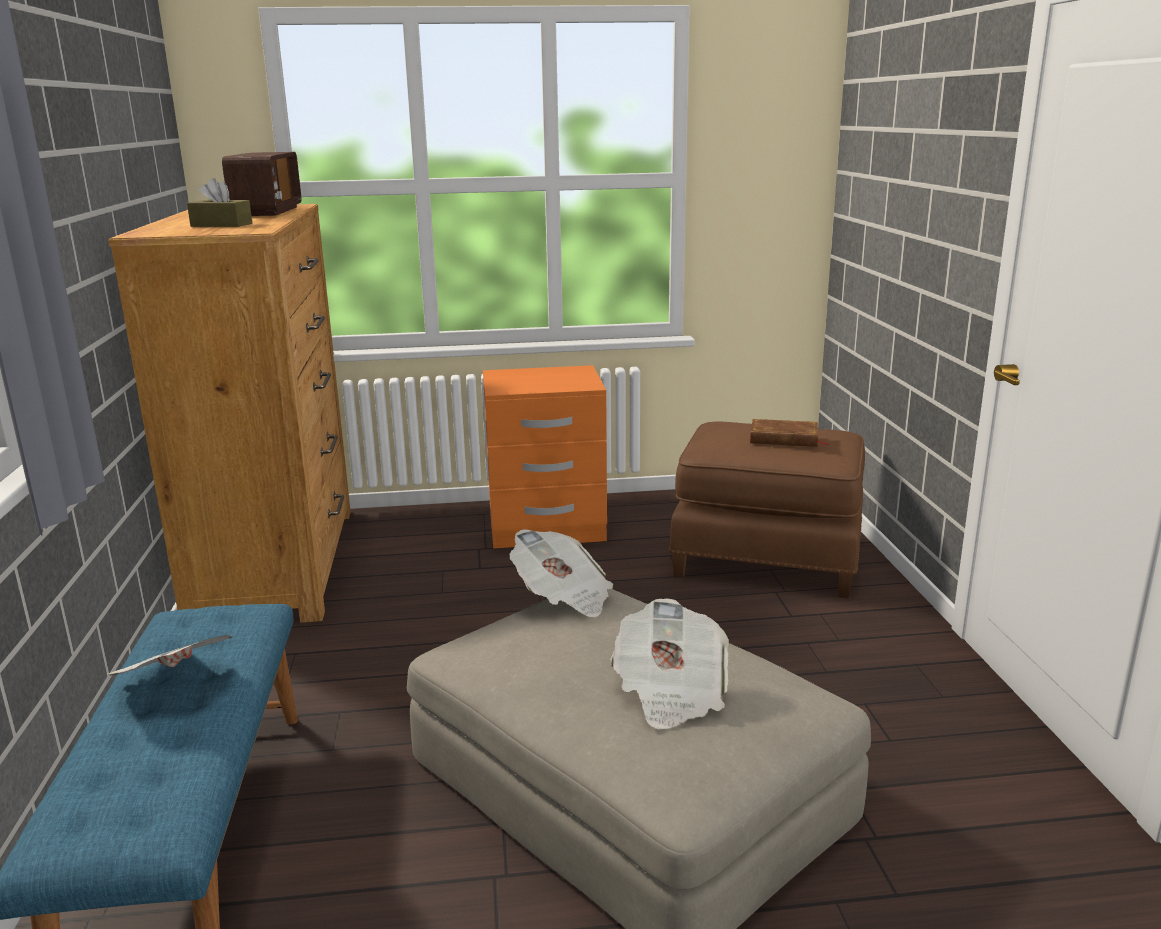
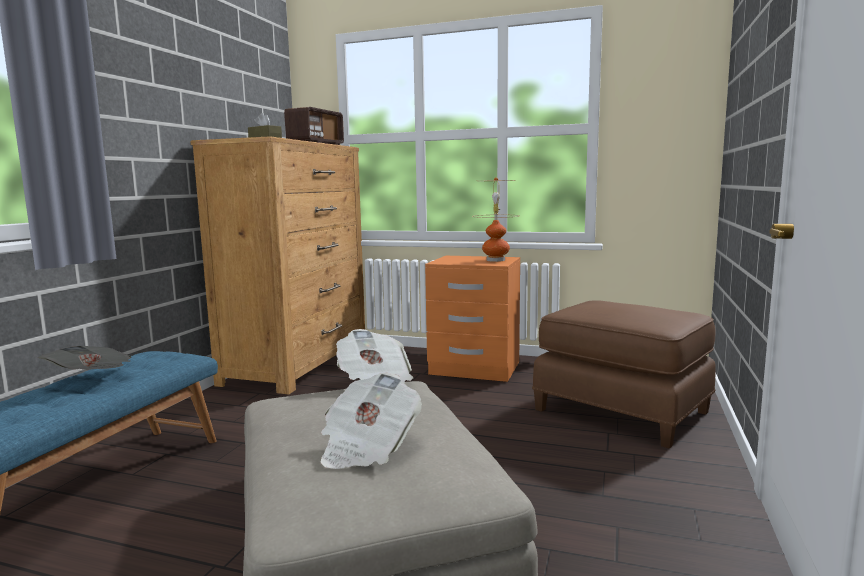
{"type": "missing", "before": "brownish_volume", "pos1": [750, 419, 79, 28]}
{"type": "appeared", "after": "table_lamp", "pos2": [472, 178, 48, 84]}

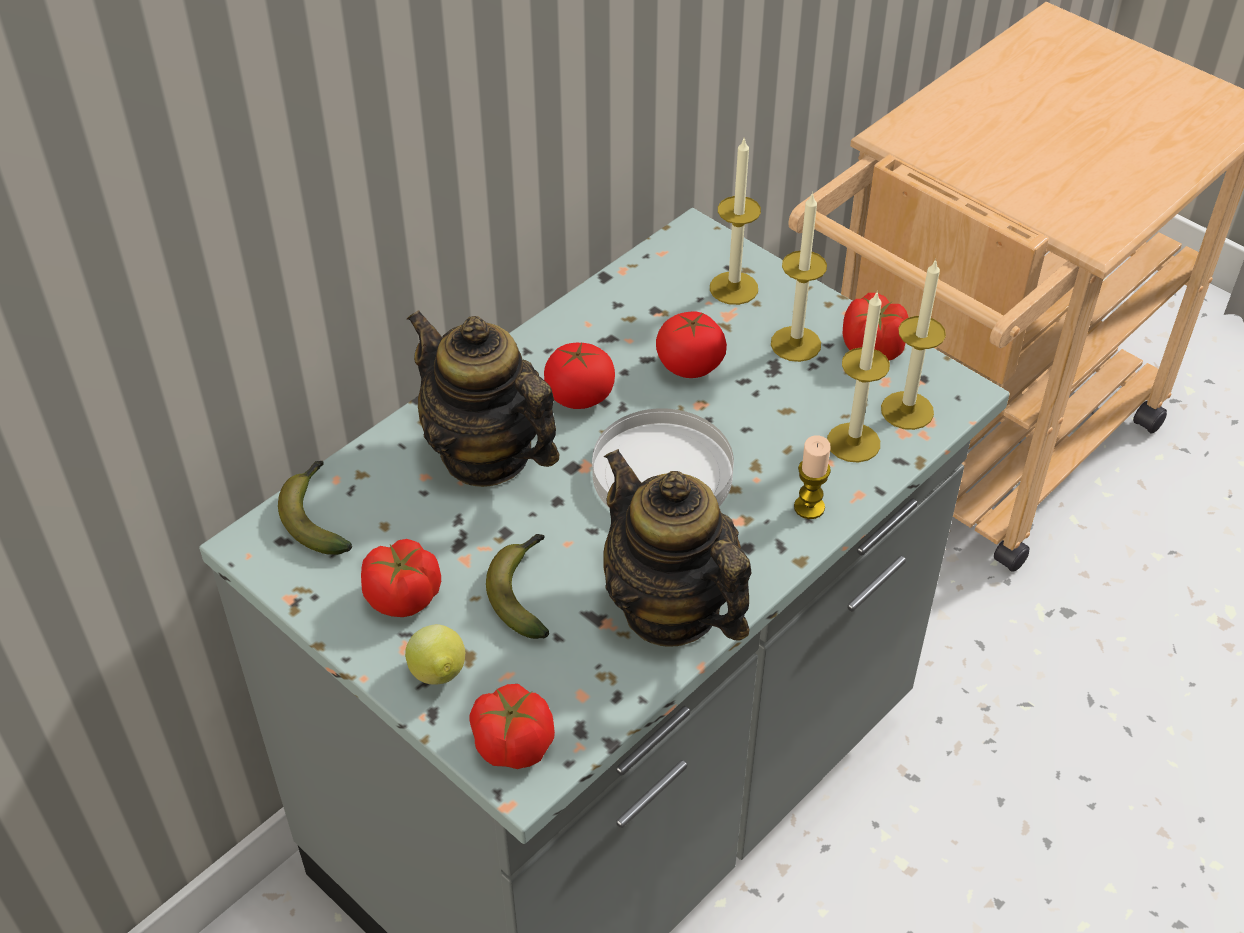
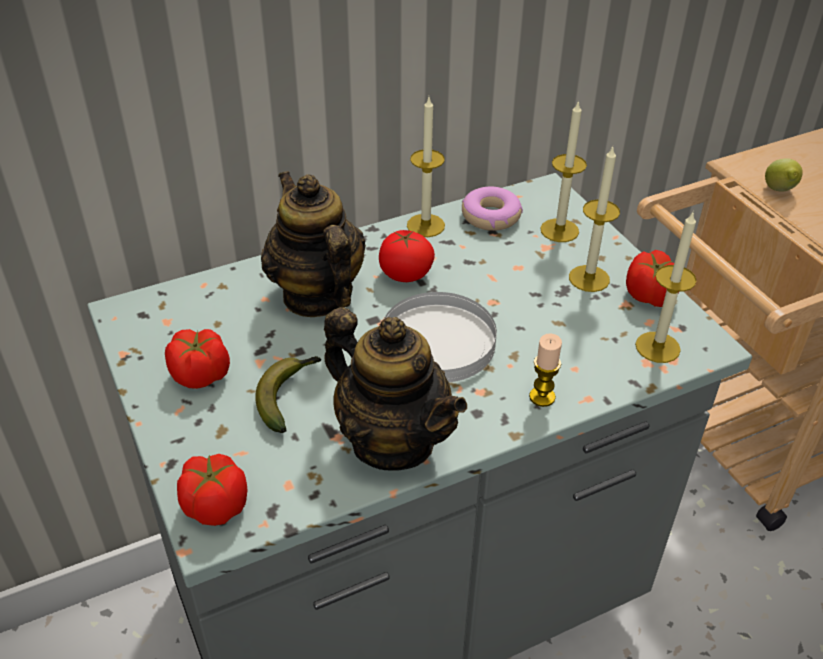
{"type": "missing", "before": "whole_banana", "pos1": [278, 461, 74, 94]}
{"type": "missing", "before": "whole_tomato", "pos1": [656, 312, 71, 66]}
{"type": "appeared", "after": "ring_doughnut", "pos2": [462, 187, 61, 44]}
{"type": "relocated", "before": "lemon", "pos1": [405, 624, 60, 61], "pos2": [765, 158, 38, 34]}
{"type": "relocated", "before": "candle", "pos1": [827, 293, 63, 170], "pos2": [407, 97, 38, 140]}
{"type": "spun", "before": "teapot", "pos1": [603, 449, 148, 198], "pos2": [324, 307, 143, 163], "turn": 150}

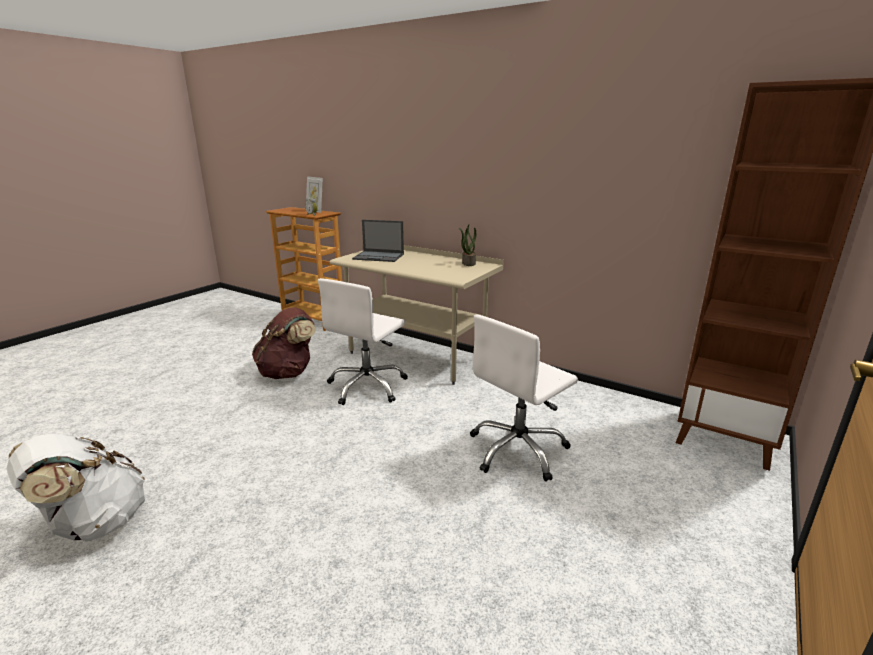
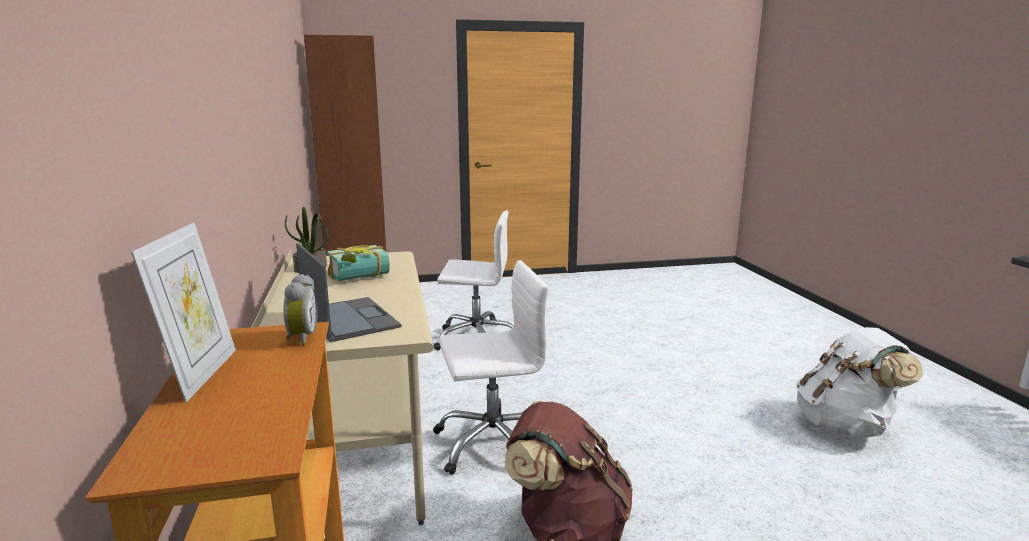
{"type": "appeared", "after": "volume", "pos2": [327, 245, 63, 36]}

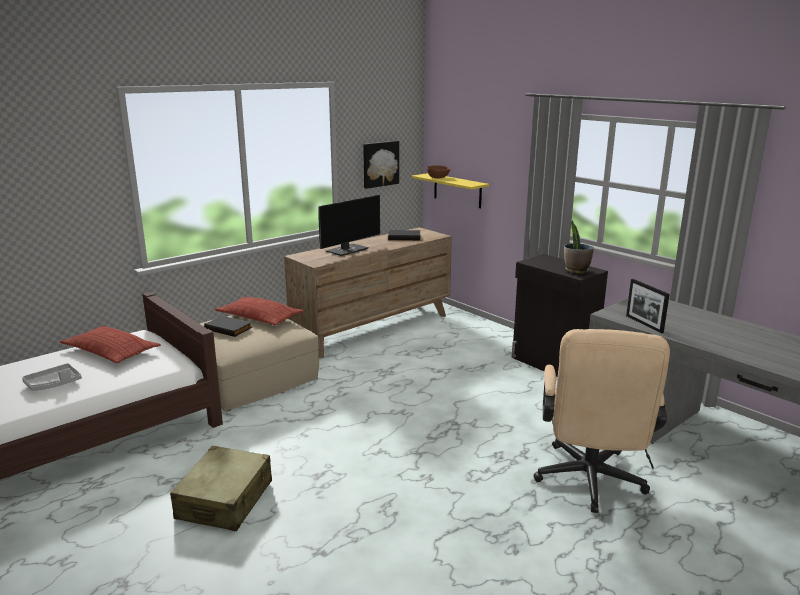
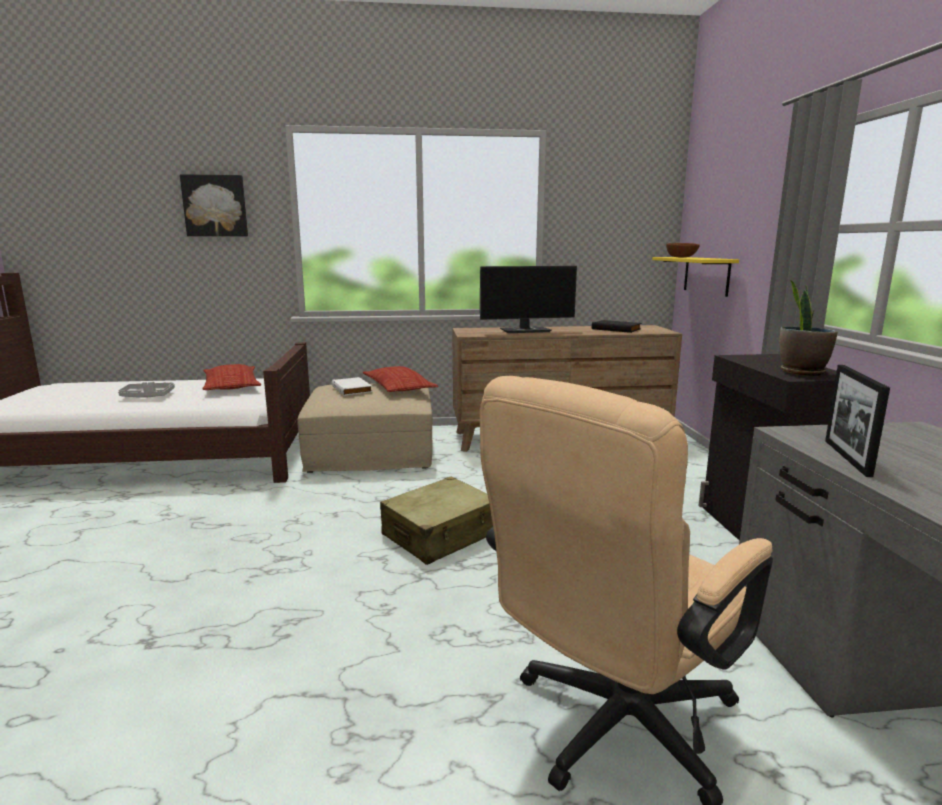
{"type": "relocated", "before": "sand-coloured_suitcase", "pos1": [170, 446, 102, 85], "pos2": [380, 477, 113, 88]}
{"type": "relocated", "before": "wall_picture", "pos1": [363, 141, 36, 48], "pos2": [180, 174, 68, 62]}
{"type": "colour", "before": "blackish_volume", "after": "white-coloured_volume", "pos1": [204, 316, 48, 21], "pos2": [332, 377, 40, 19]}

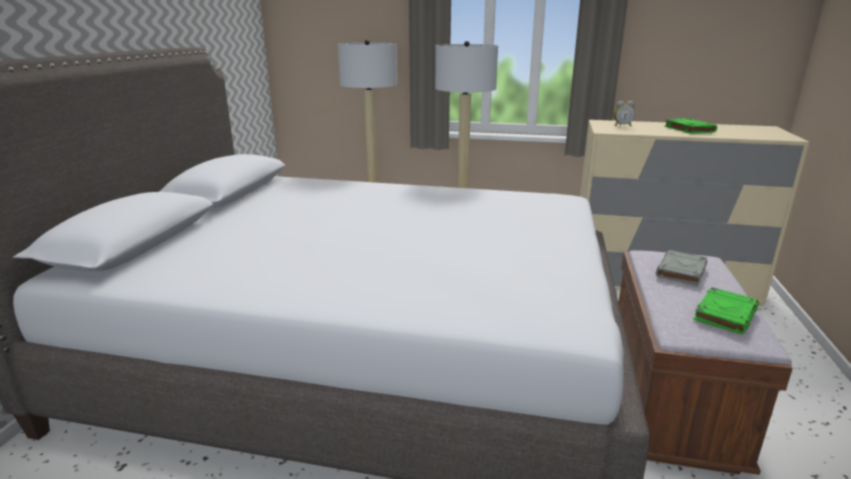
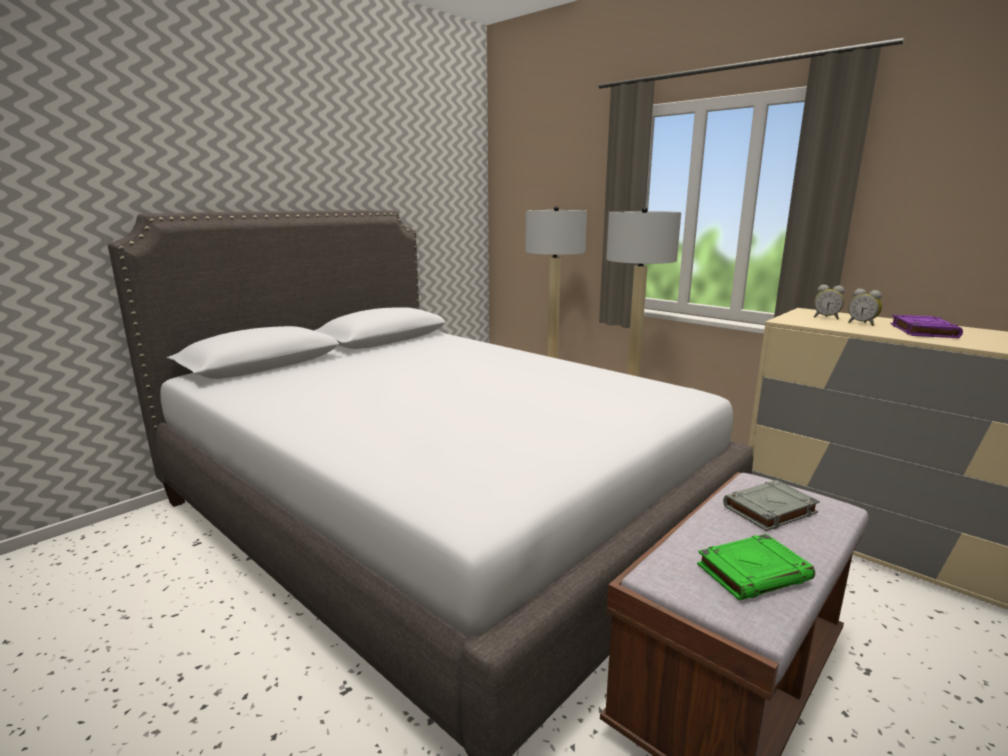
{"type": "appeared", "after": "alarm_clock", "pos2": [848, 289, 34, 37]}
{"type": "colour", "before": "greenish_volume", "after": "purplish_volume", "pos1": [664, 118, 53, 16], "pos2": [890, 314, 73, 24]}

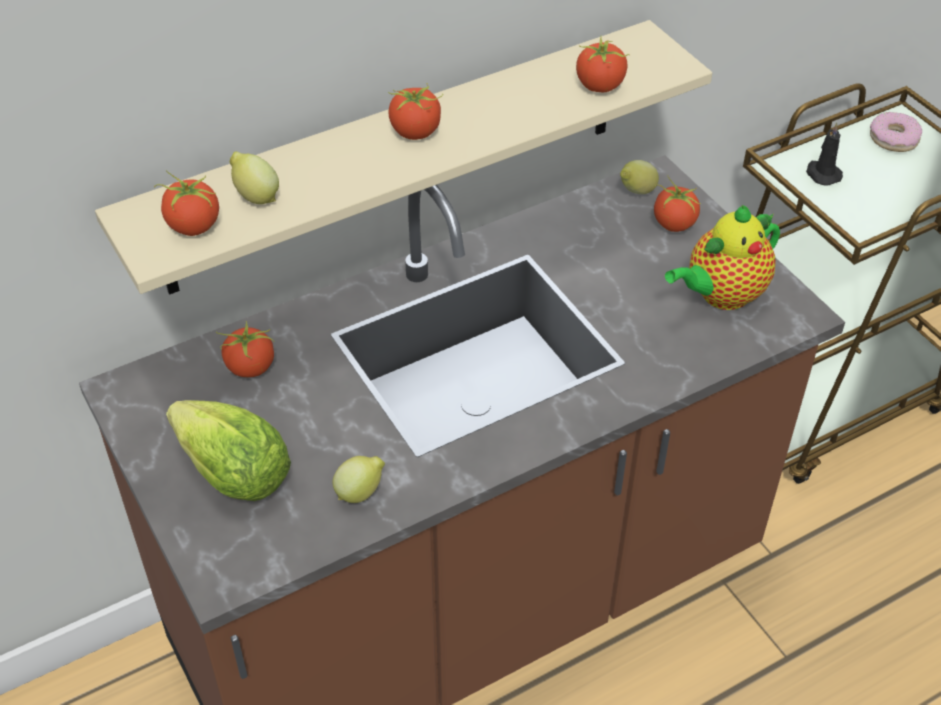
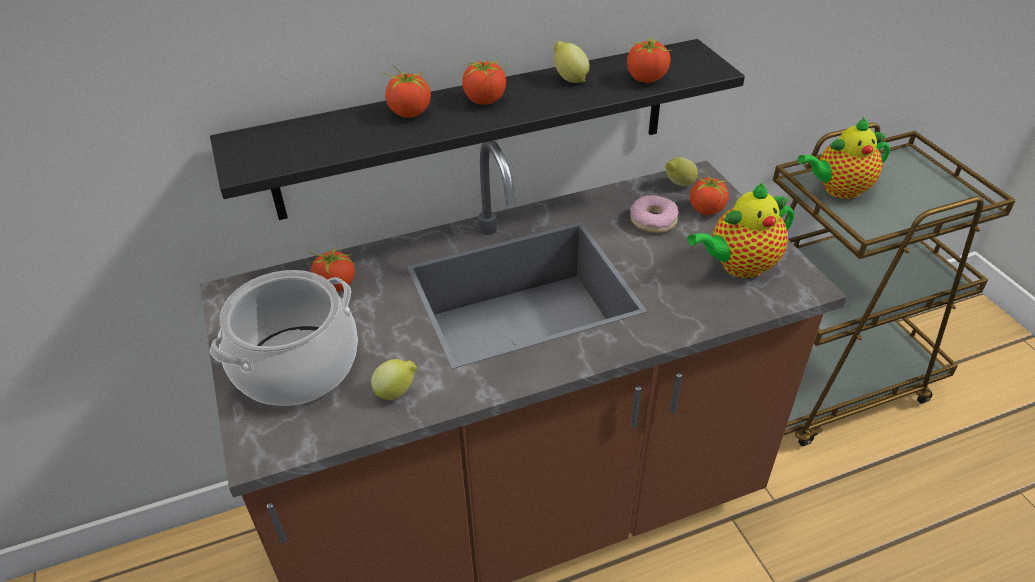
{"type": "relocated", "before": "whole_tomato", "pos1": [154, 170, 65, 66], "pos2": [381, 65, 50, 53]}
{"type": "relocated", "before": "lemon", "pos1": [230, 152, 49, 52], "pos2": [554, 41, 36, 42]}
{"type": "relocated", "before": "ring_doughnut", "pos1": [870, 112, 52, 40], "pos2": [630, 195, 48, 38]}
{"type": "exchanged", "before": "lettuce_head", "after": "cooking_pot", "pos1": [166, 400, 125, 101], "pos2": [210, 270, 148, 136]}
{"type": "exchanged", "before": "blackish_candle", "after": "teapot", "pos1": [806, 122, 37, 64], "pos2": [797, 118, 93, 81]}
{"type": "colour", "before": "sand-coloured_shelf", "after": "blackish_shelf", "pos1": [95, 20, 617, 275], "pos2": [210, 39, 535, 181]}

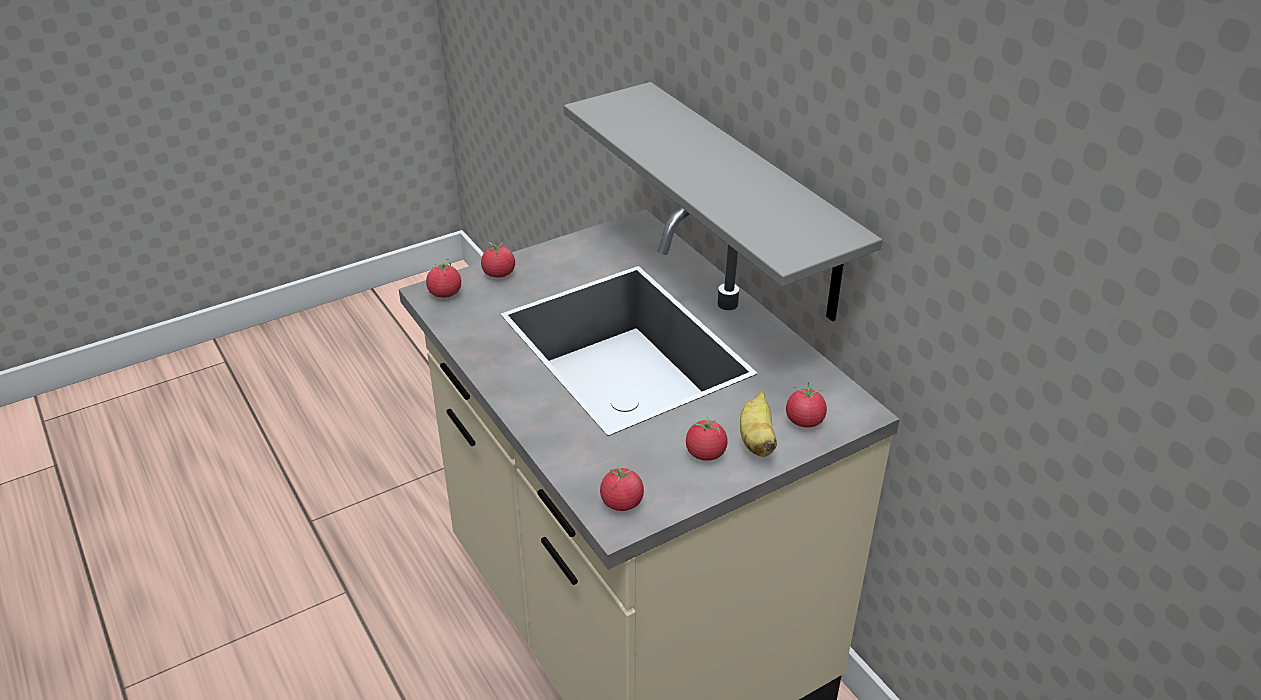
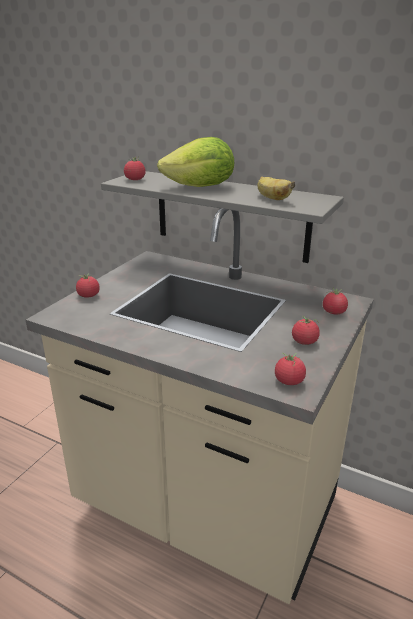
{"type": "appeared", "after": "lettuce_head", "pos2": [157, 137, 77, 50]}
{"type": "relocated", "before": "whole_tomato", "pos1": [426, 259, 35, 39], "pos2": [124, 156, 22, 24]}
{"type": "relocated", "before": "whole_banana", "pos1": [740, 392, 37, 65], "pos2": [257, 176, 38, 24]}

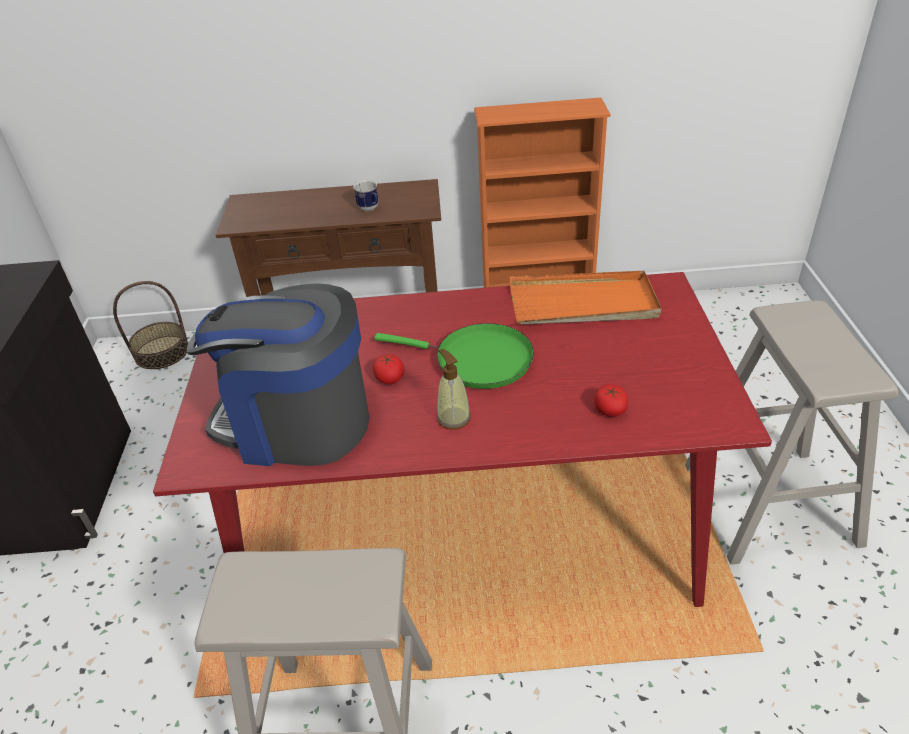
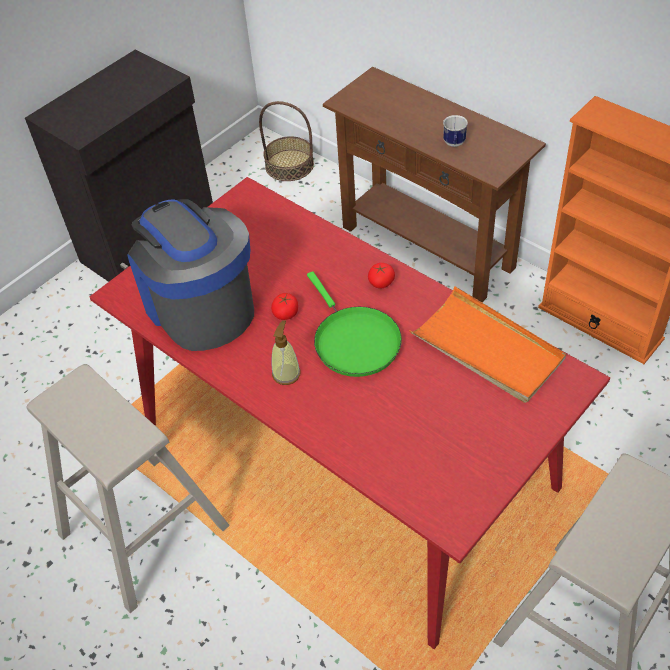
{"type": "relocated", "before": "whole_tomato", "pos1": [594, 384, 34, 33], "pos2": [368, 263, 27, 26]}

